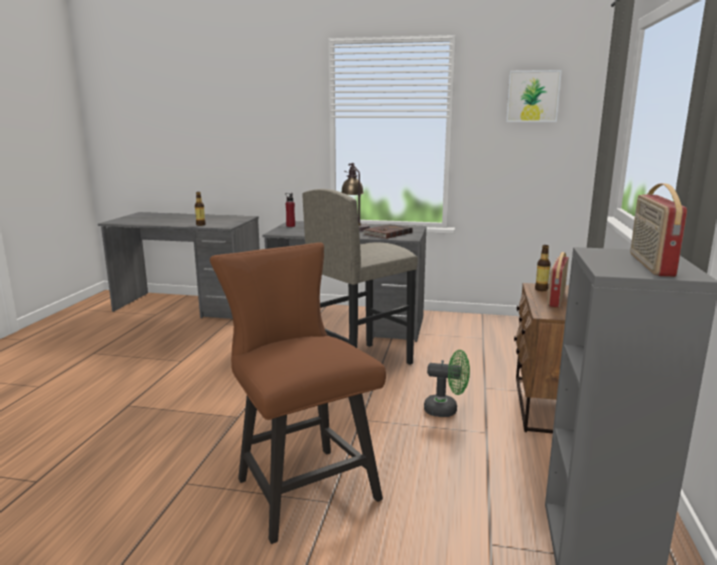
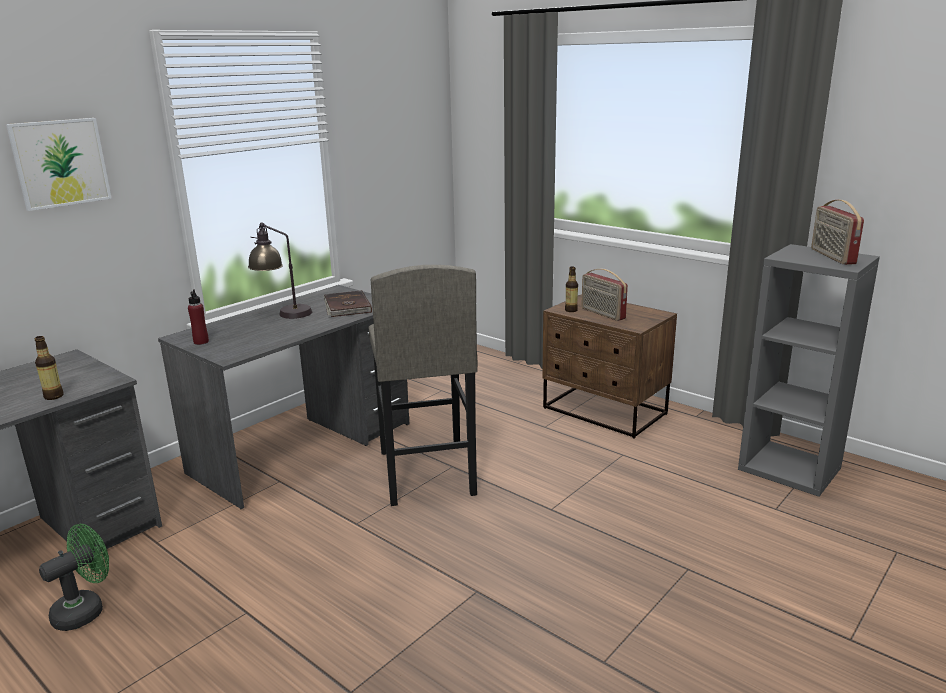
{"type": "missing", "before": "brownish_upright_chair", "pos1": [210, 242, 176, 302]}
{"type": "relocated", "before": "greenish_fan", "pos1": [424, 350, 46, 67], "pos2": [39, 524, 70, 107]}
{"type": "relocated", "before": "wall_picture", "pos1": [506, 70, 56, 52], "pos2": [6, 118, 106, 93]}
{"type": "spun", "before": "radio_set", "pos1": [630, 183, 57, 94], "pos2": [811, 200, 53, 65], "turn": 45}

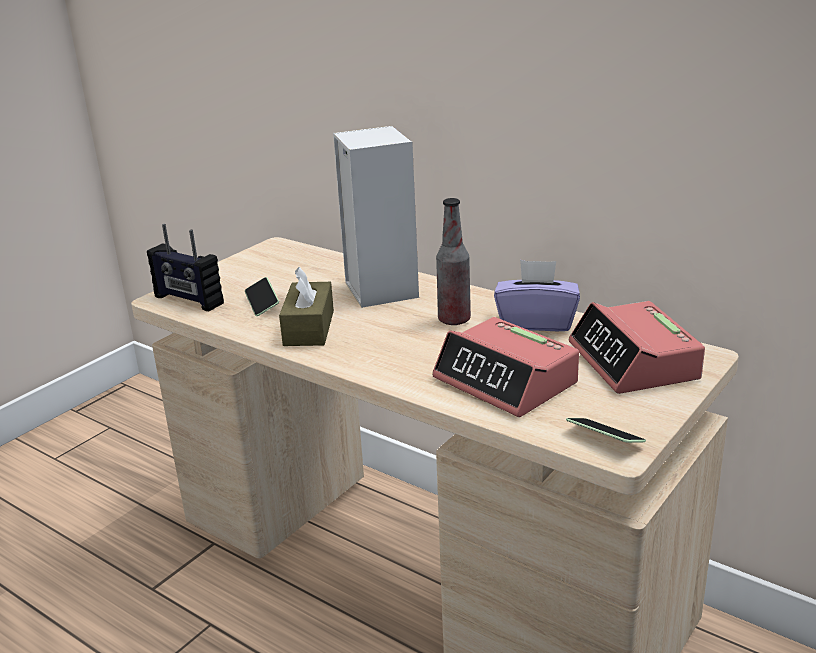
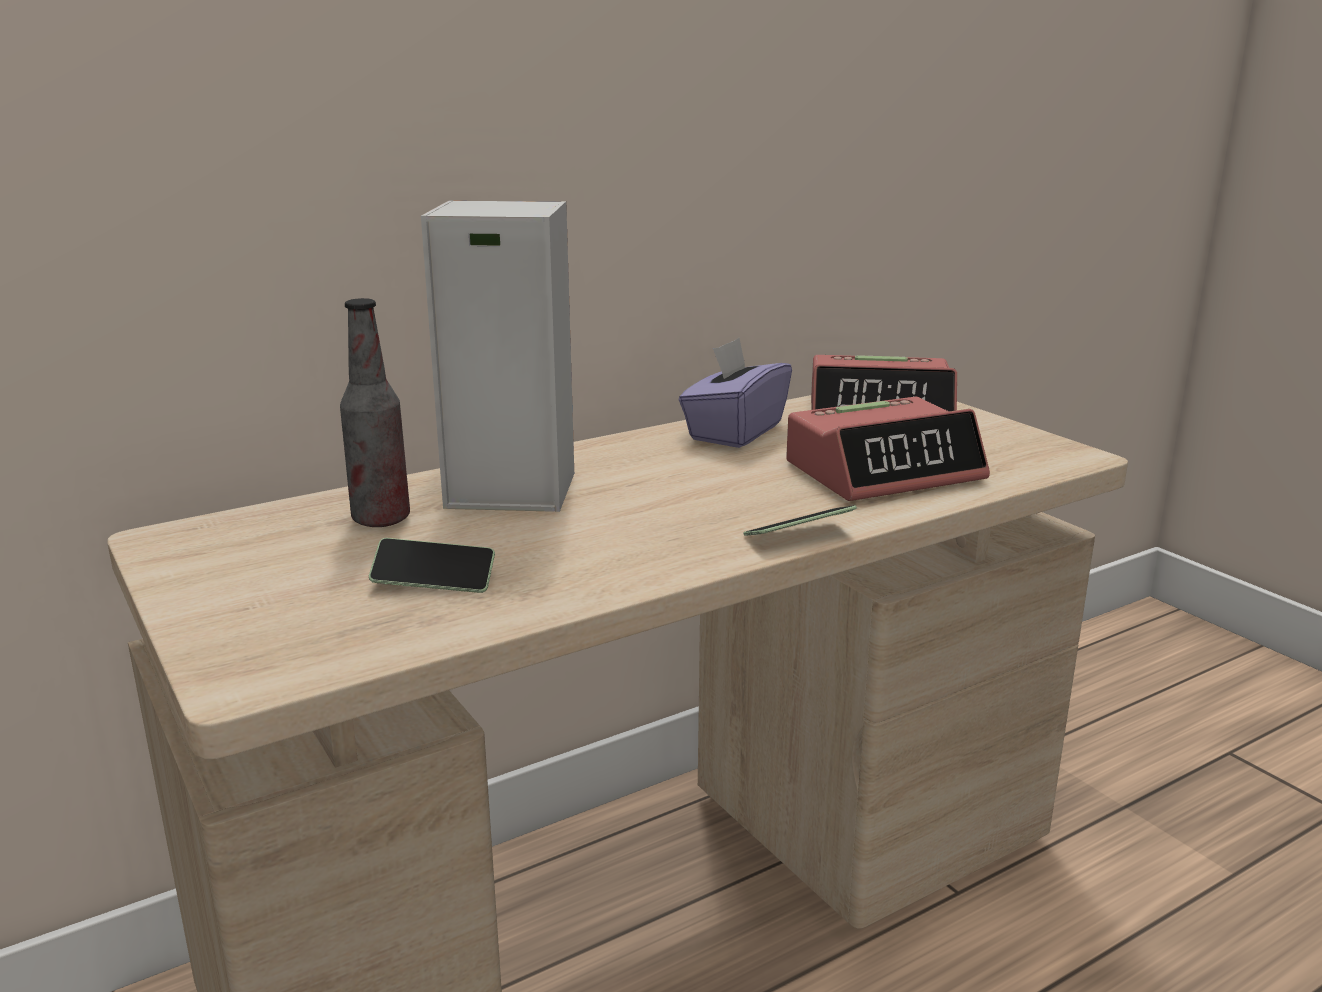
{"type": "missing", "before": "radio_set", "pos1": [147, 224, 77, 87]}
{"type": "missing", "before": "brownish_tissue_box", "pos1": [279, 267, 55, 79]}
{"type": "relocated", "before": "drink_bottle", "pos1": [436, 198, 35, 127], "pos2": [340, 298, 70, 229]}
{"type": "relocated", "before": "handset", "pos1": [566, 418, 80, 25], "pos2": [743, 506, 114, 30]}

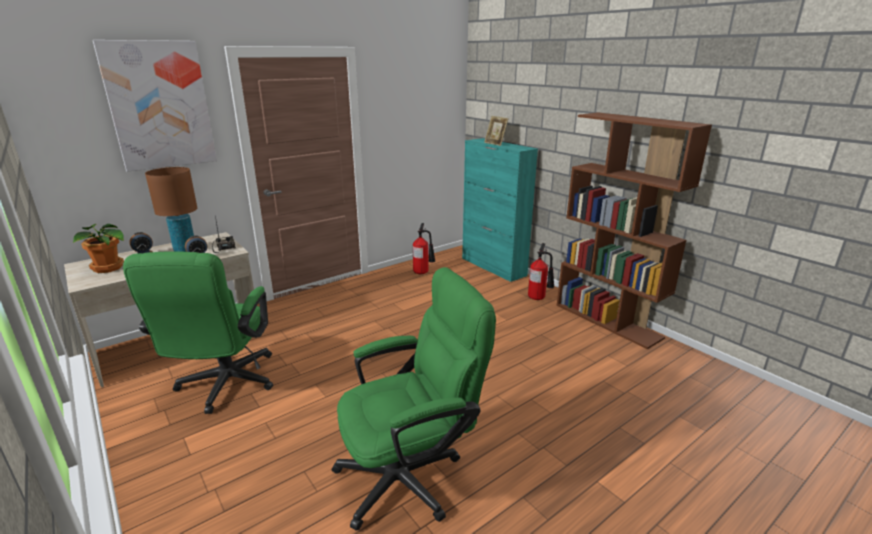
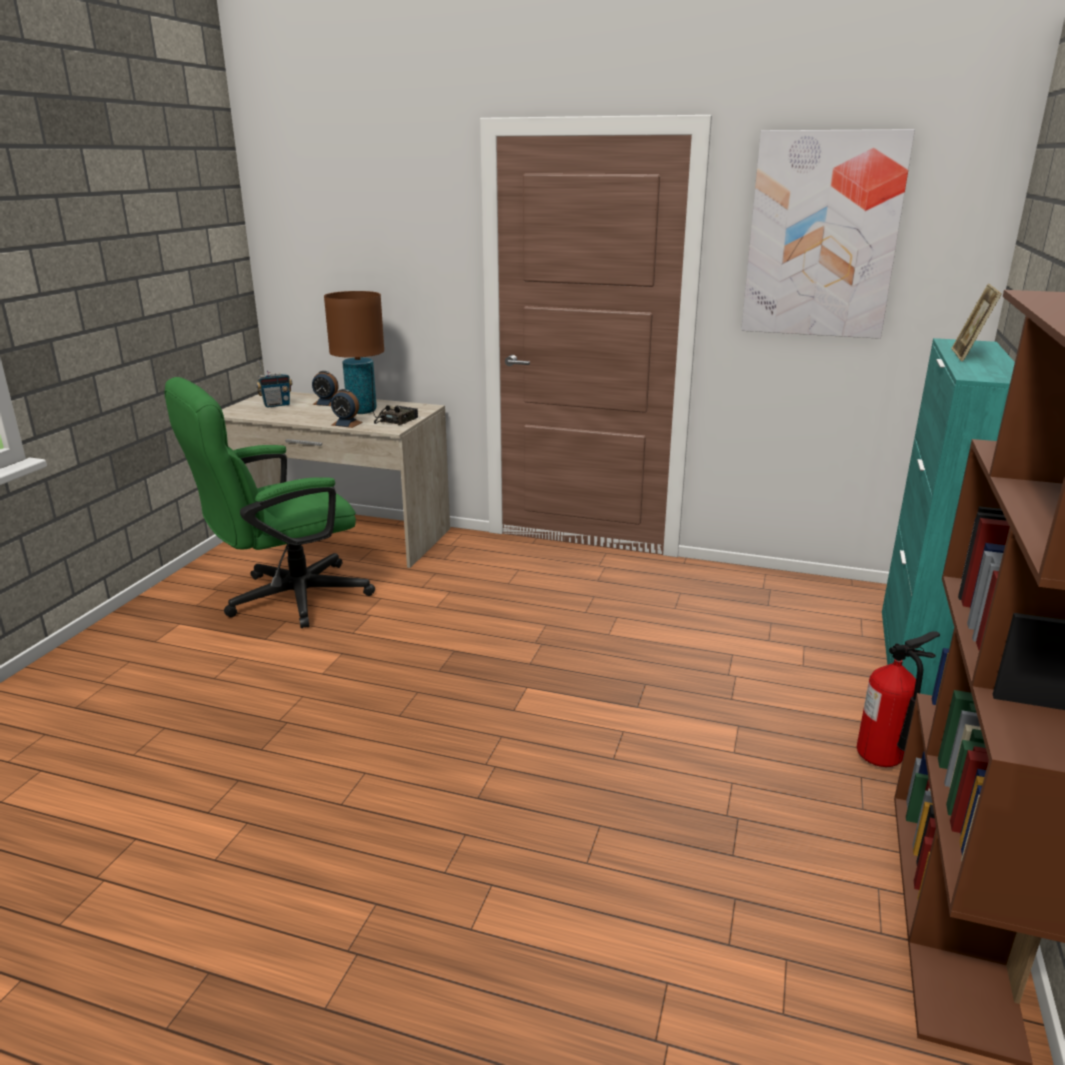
{"type": "missing", "before": "greenish_office_chair", "pos1": [332, 267, 164, 264]}
{"type": "missing", "before": "fire-fighting_cylinder", "pos1": [413, 223, 22, 51]}
{"type": "relocated", "before": "wall_picture", "pos1": [93, 40, 124, 132], "pos2": [741, 129, 174, 210]}
{"type": "exchanged", "before": "plant_in_a_pot", "after": "radio_set", "pos1": [73, 223, 51, 50], "pos2": [256, 360, 36, 48]}

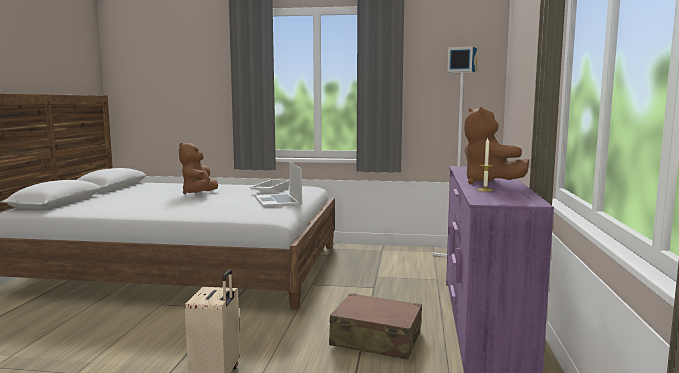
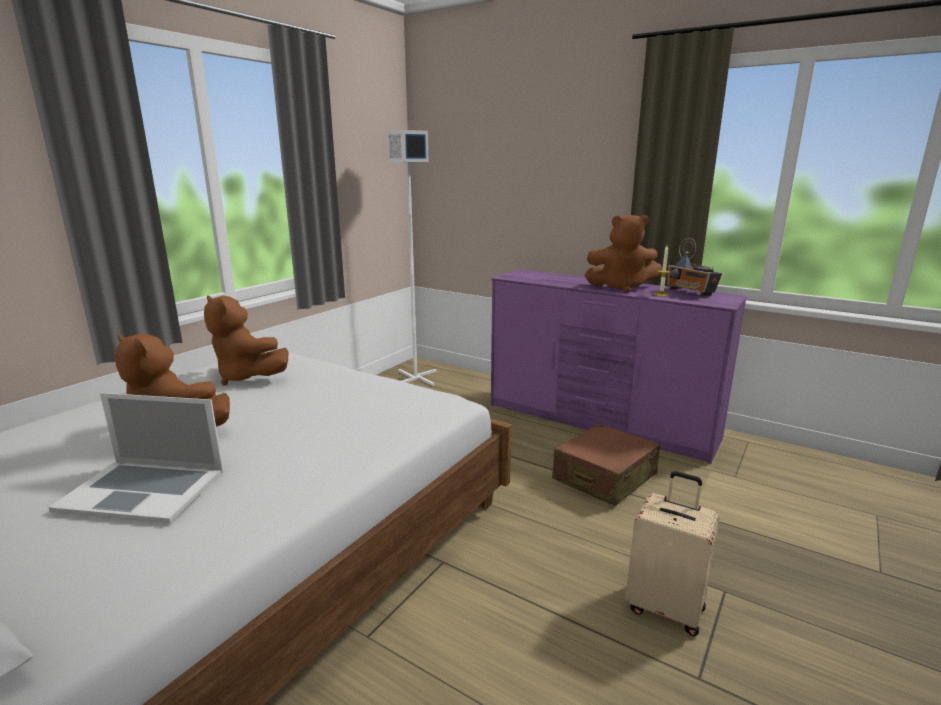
{"type": "appeared", "after": "radio_set", "pos2": [667, 238, 55, 58]}
{"type": "relocated", "before": "portable_computer", "pos1": [255, 162, 47, 45], "pos2": [49, 393, 175, 130]}
{"type": "exchanged", "before": "white-coloured_serving_tray", "after": "brownish_cuddly_toy", "pos1": [249, 179, 41, 13], "pos2": [204, 295, 84, 90]}

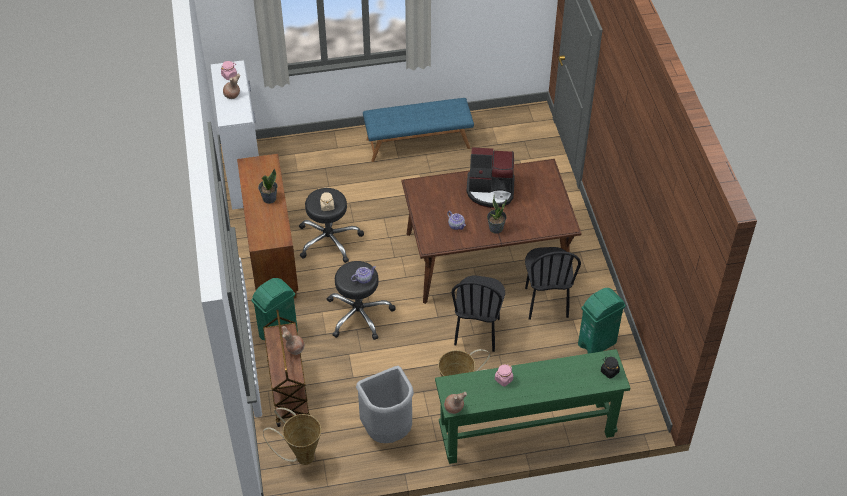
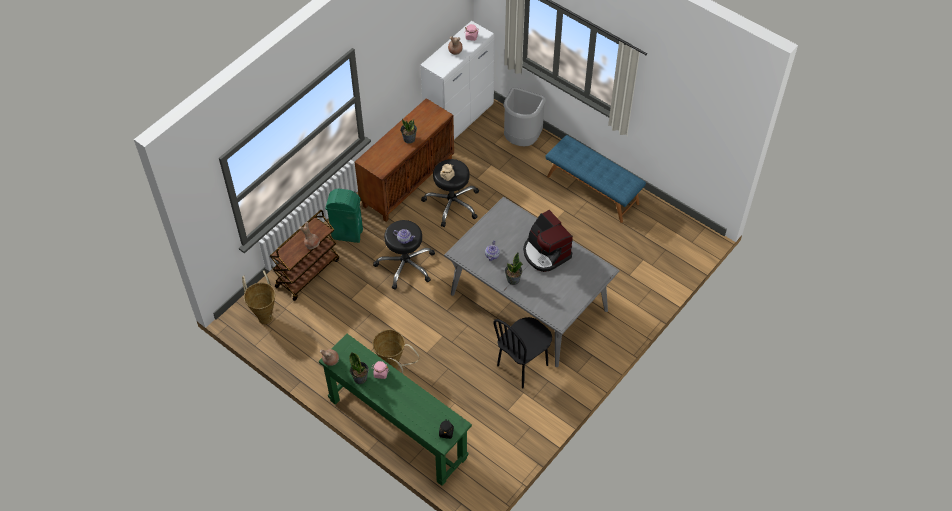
{"type": "missing", "before": "blackish_upright_chair", "pos1": [451, 275, 54, 77]}
{"type": "missing", "before": "greenish_rubbish_bin", "pos1": [578, 288, 48, 66]}
{"type": "appeared", "after": "plant_in_a_pot", "pos2": [349, 352, 20, 32]}
{"type": "relocated", "before": "grey_rubbish_bin", "pos1": [356, 366, 58, 77], "pos2": [504, 87, 42, 59]}
{"type": "colour", "before": "brownish_kitchen_table", "after": "grey_kitchen_table", "pos1": [402, 159, 180, 145], "pos2": [444, 197, 176, 170]}

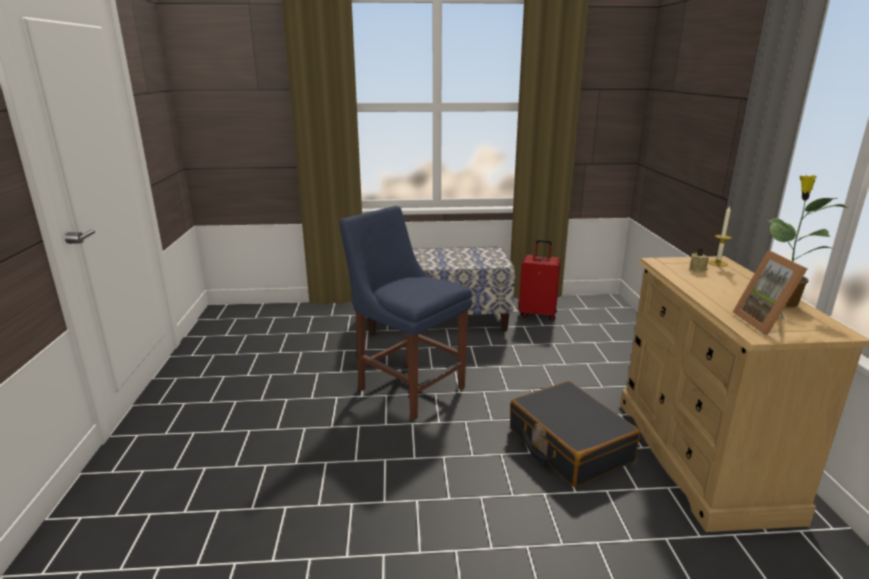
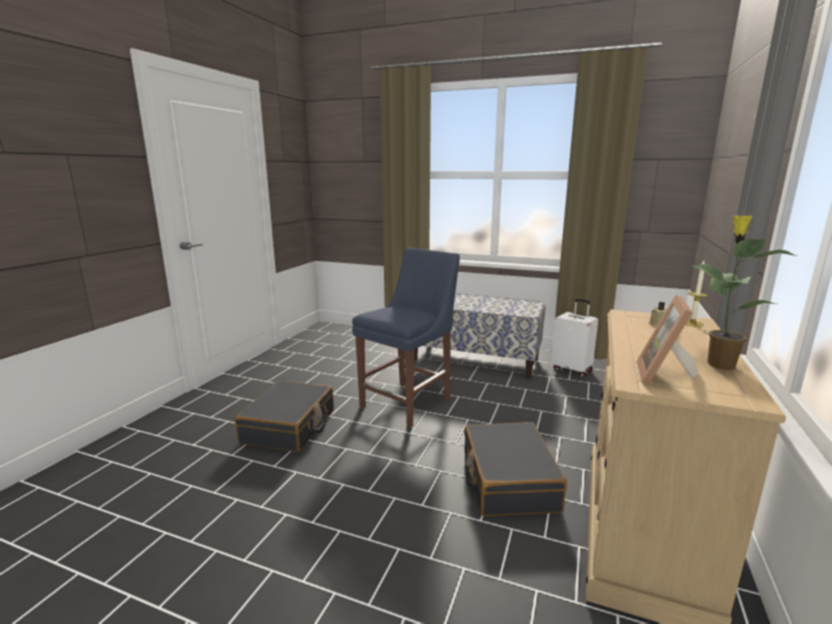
{"type": "appeared", "after": "blackish_suitcase", "pos2": [235, 380, 99, 72]}
{"type": "colour", "before": "red-coloured_suitcase", "after": "white-coloured_suitcase", "pos1": [519, 240, 42, 81], "pos2": [551, 299, 47, 79]}
{"type": "spun", "before": "blue-coloured_upright_chair", "pos1": [339, 206, 133, 214], "pos2": [352, 248, 108, 180], "turn": 60}

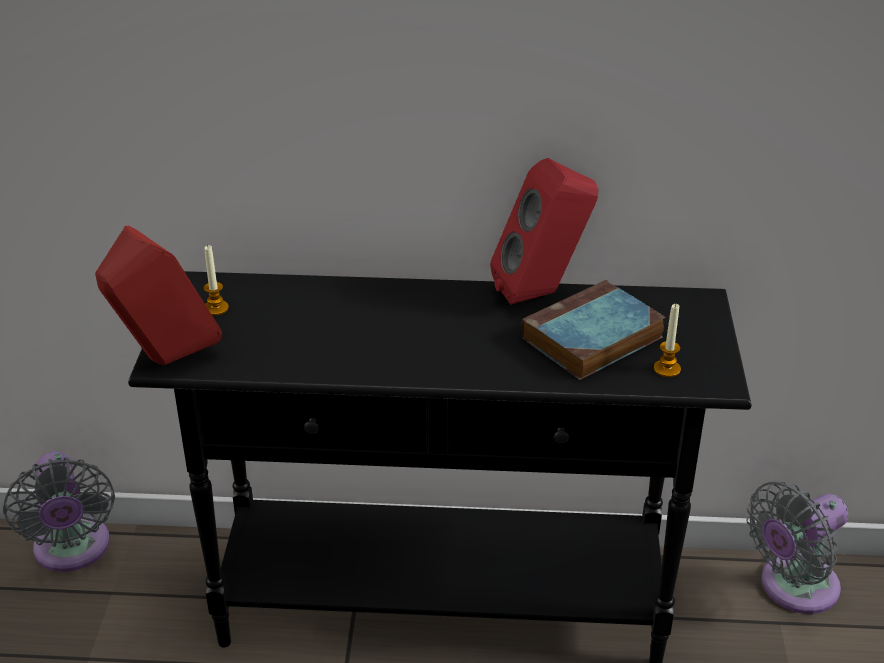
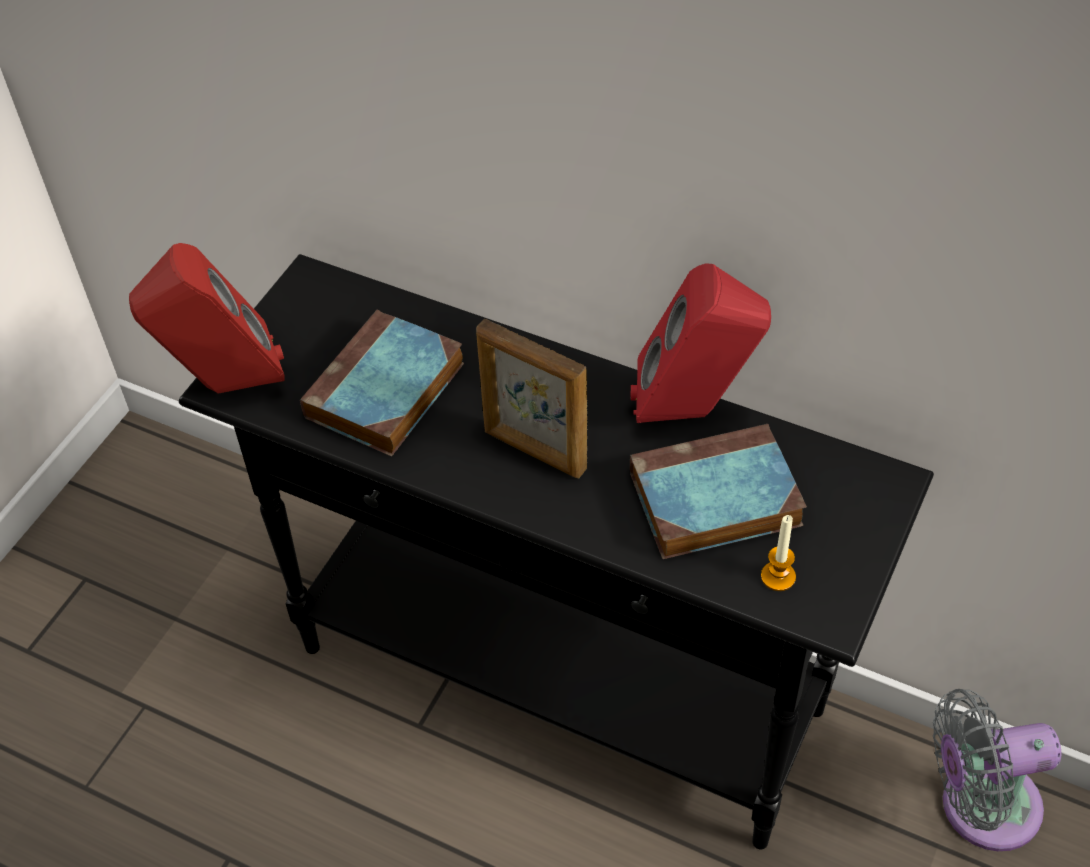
{"type": "missing", "before": "grey_fan", "pos1": [3, 451, 112, 121]}
{"type": "missing", "before": "candle", "pos1": [204, 245, 25, 71]}
{"type": "appeared", "after": "volume", "pos2": [300, 310, 164, 146]}
{"type": "appeared", "after": "picture_frame", "pos2": [476, 319, 111, 159]}

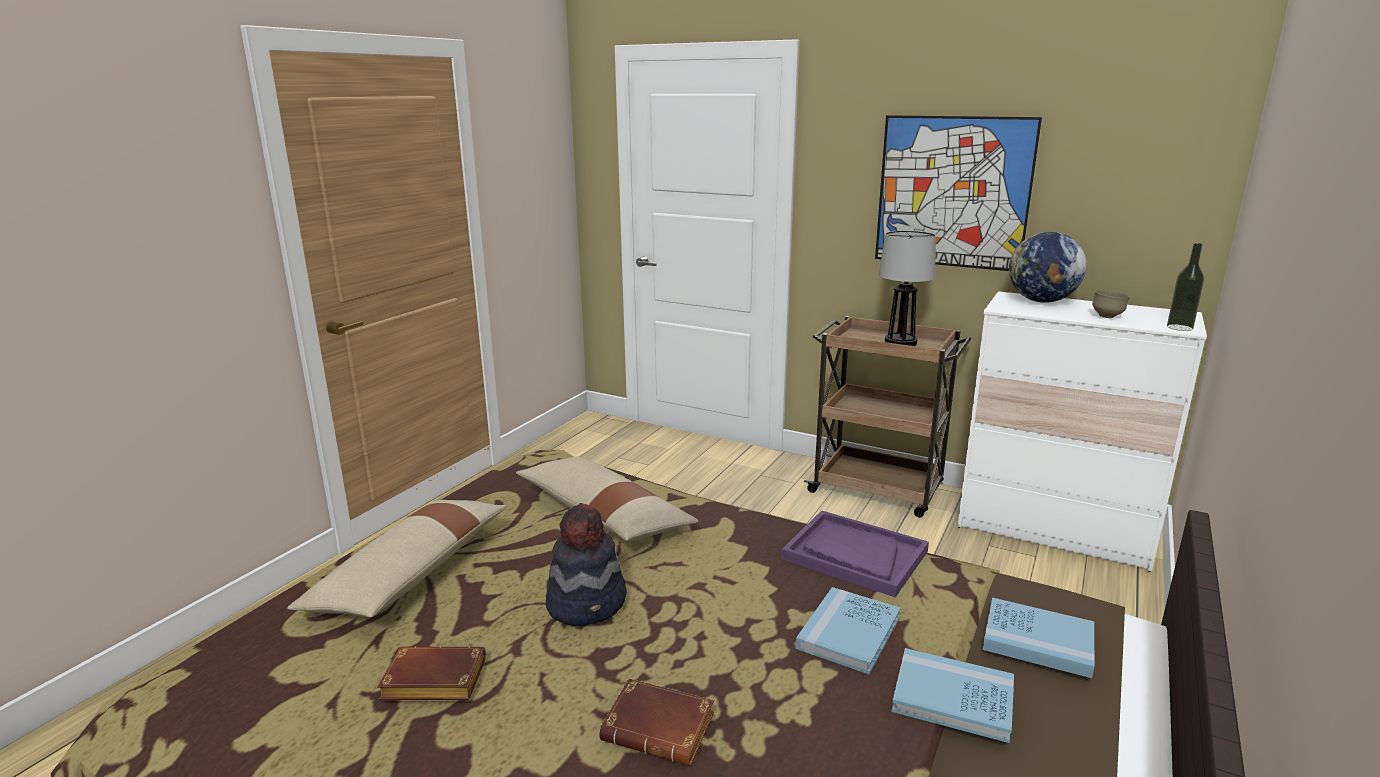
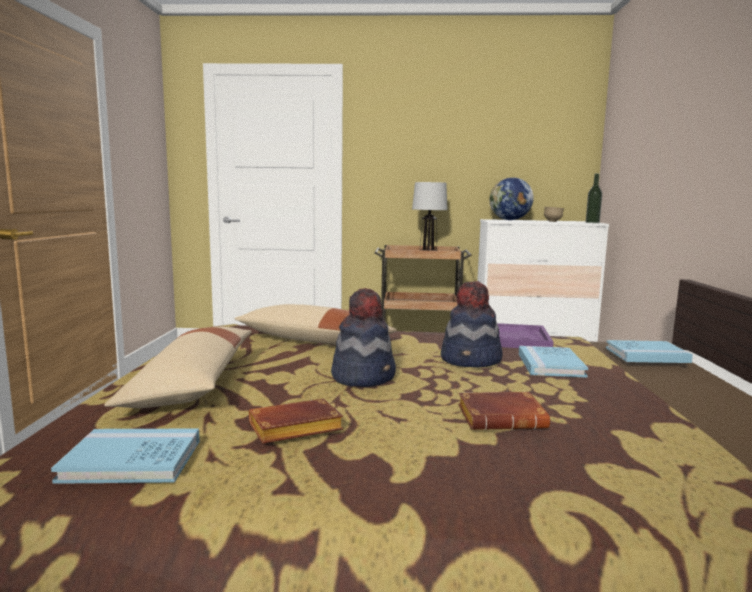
{"type": "missing", "before": "wall_picture", "pos1": [875, 115, 167, 156]}
{"type": "appeared", "after": "hat", "pos2": [441, 281, 61, 87]}
{"type": "relocated", "before": "blue-coloured_volume", "pos1": [892, 648, 122, 95], "pos2": [51, 429, 149, 55]}

